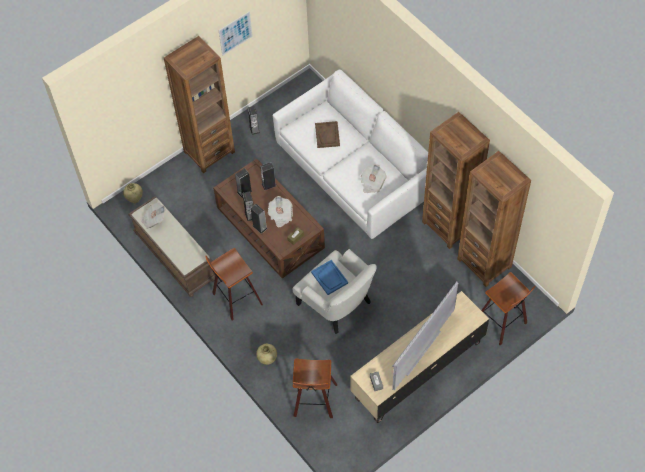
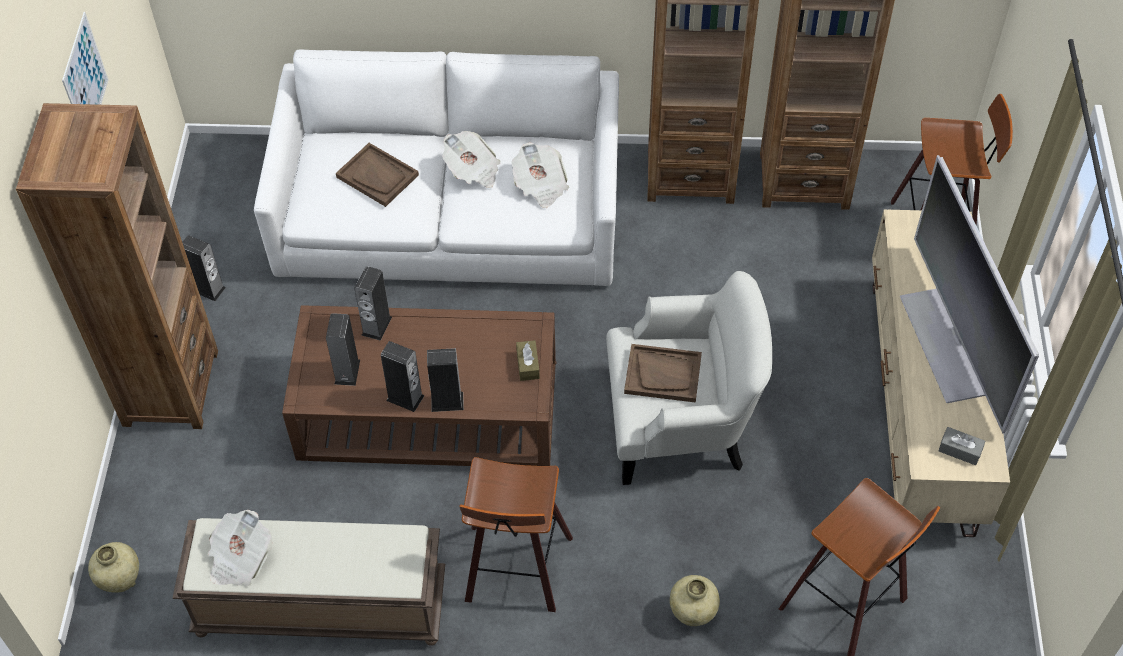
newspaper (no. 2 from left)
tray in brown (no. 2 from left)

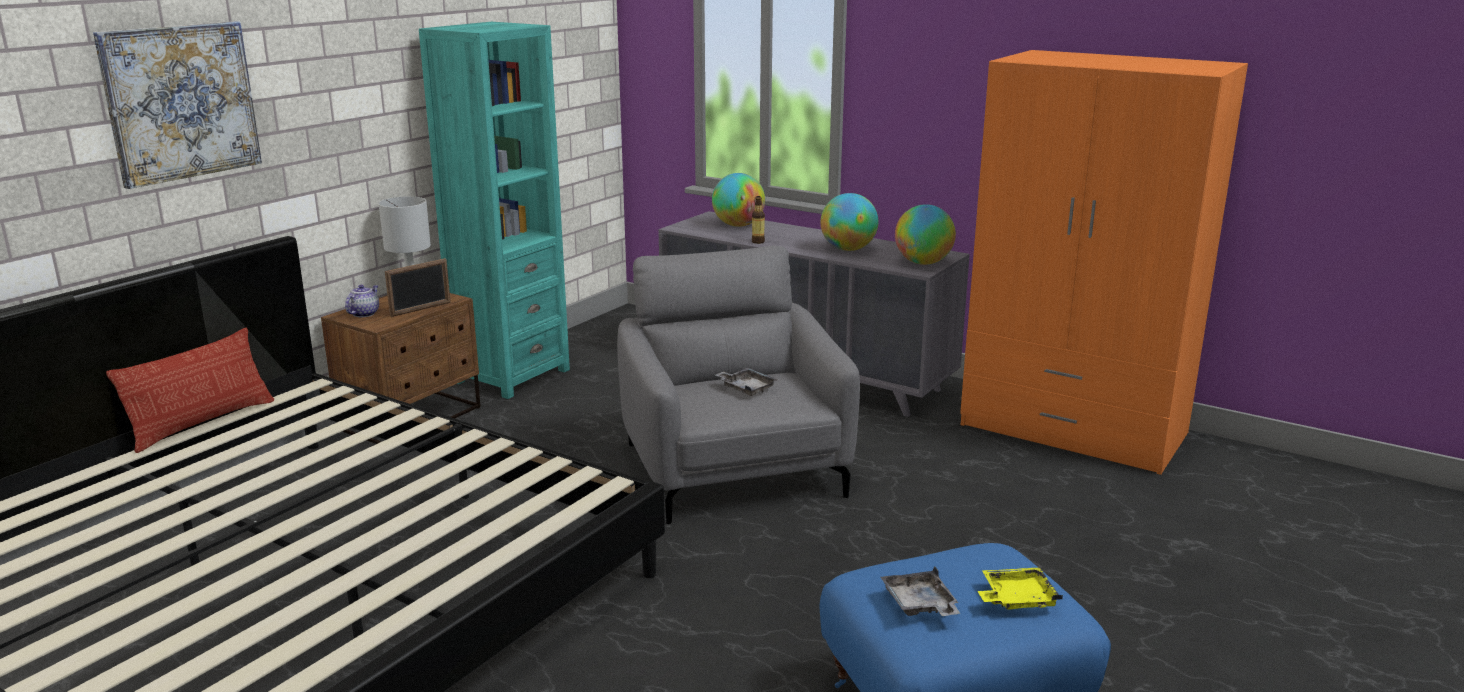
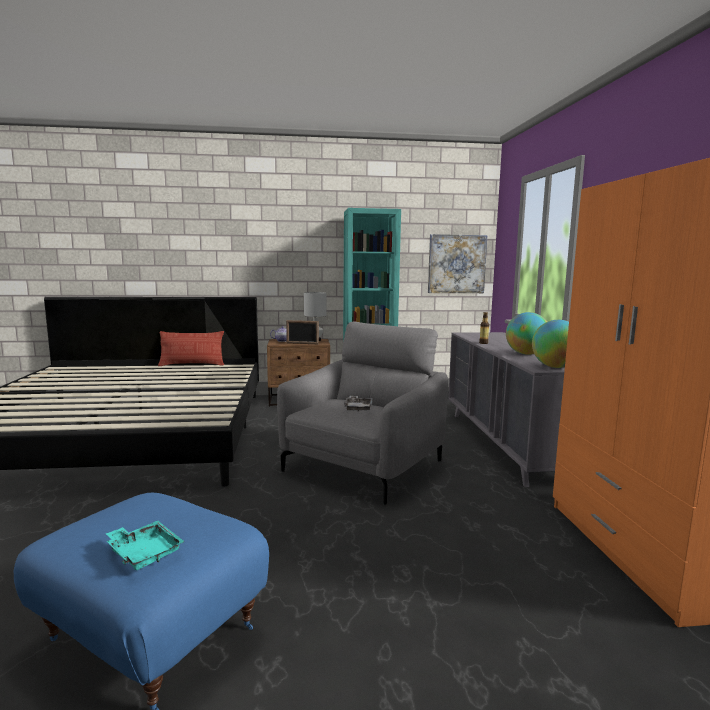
tray in turquoise
picture
globe (no. 1 from left in the first image)
tray in grey (no. 2 from left in the first image)

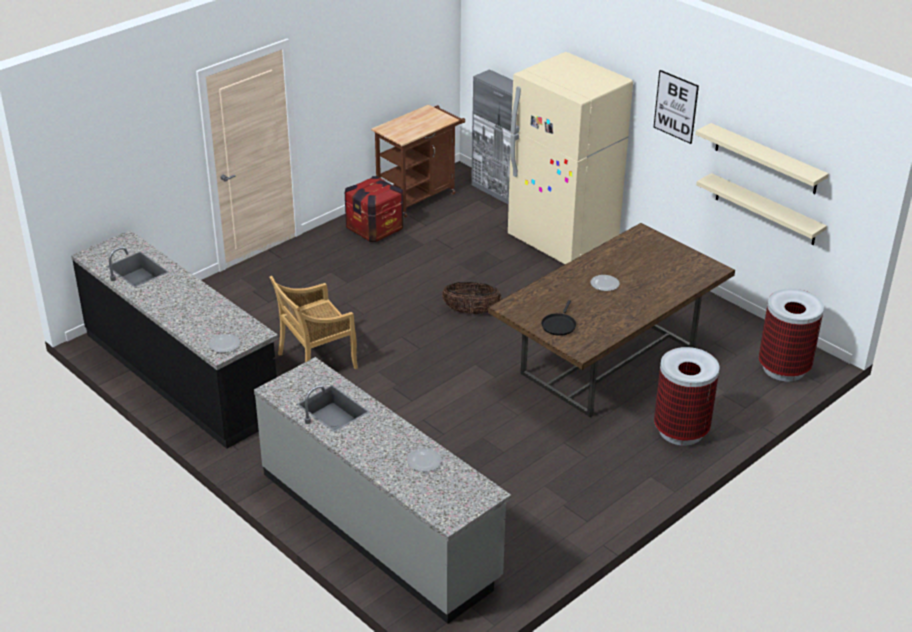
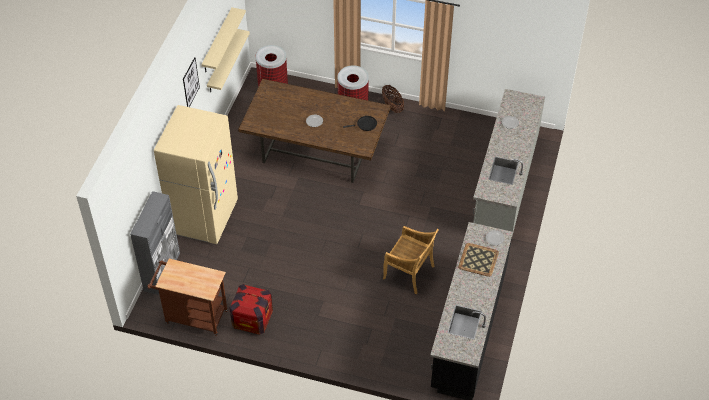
basket
tray

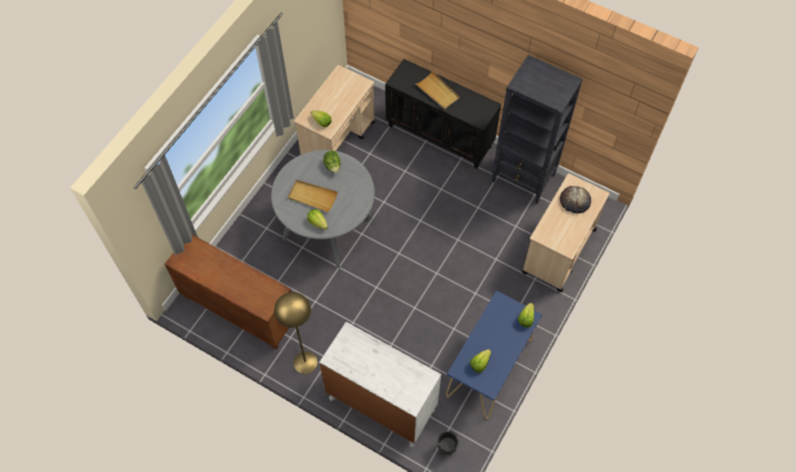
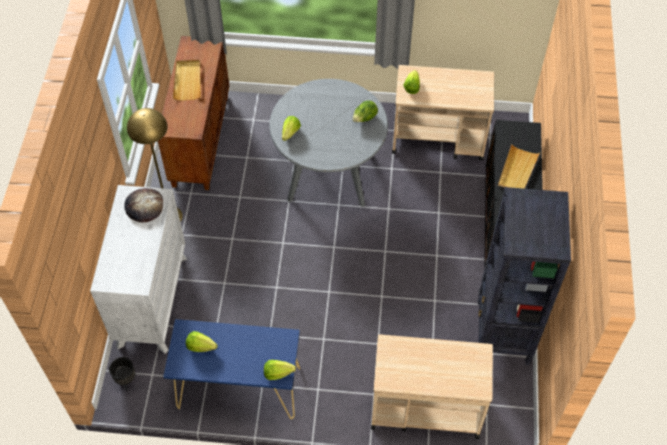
bread
tray in beige (no. 1 from left)

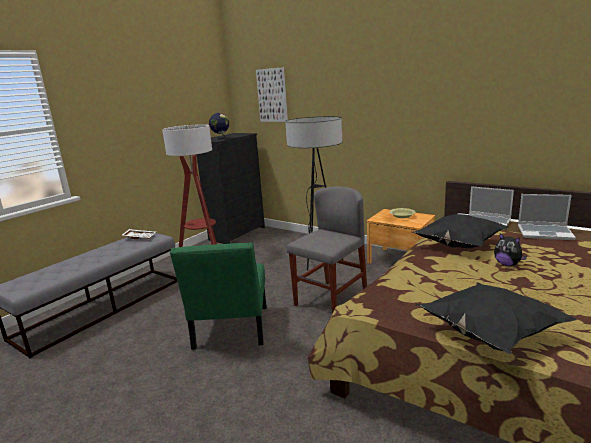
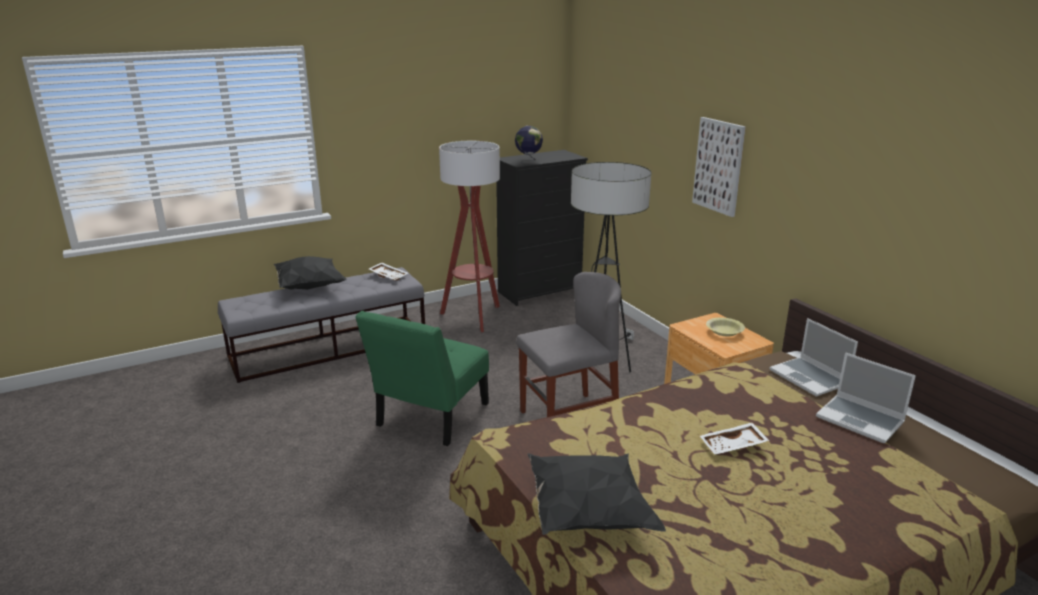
pillow in black (no. 1 from left)
picture
tray in white (no. 2 from left)

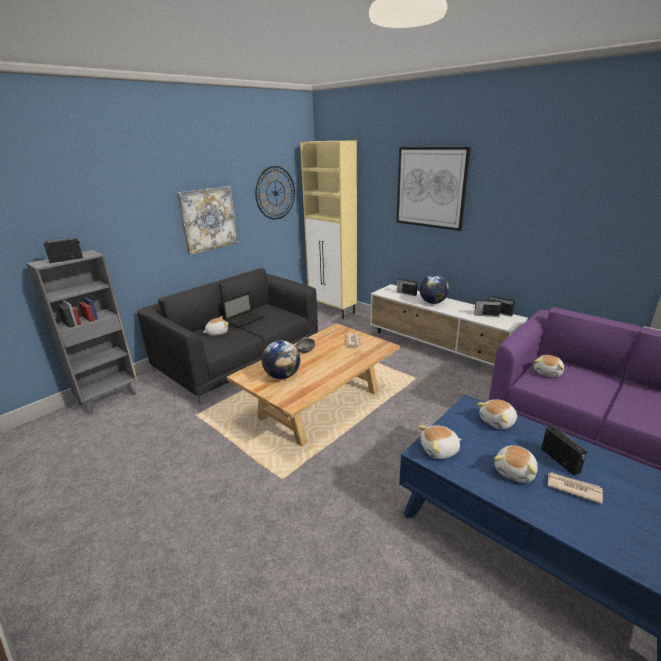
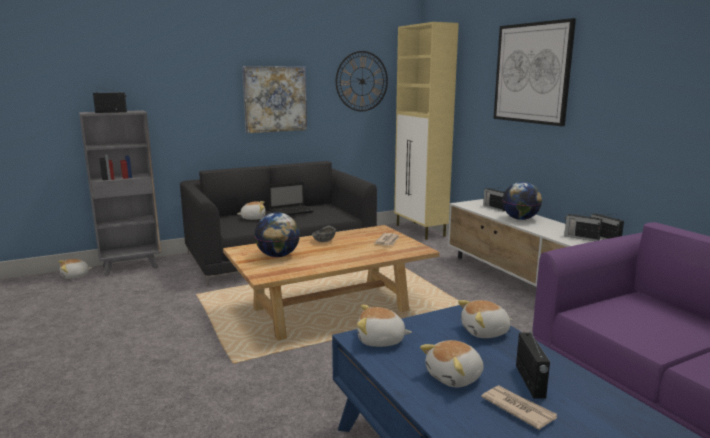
plush toy (no. 1 from left)

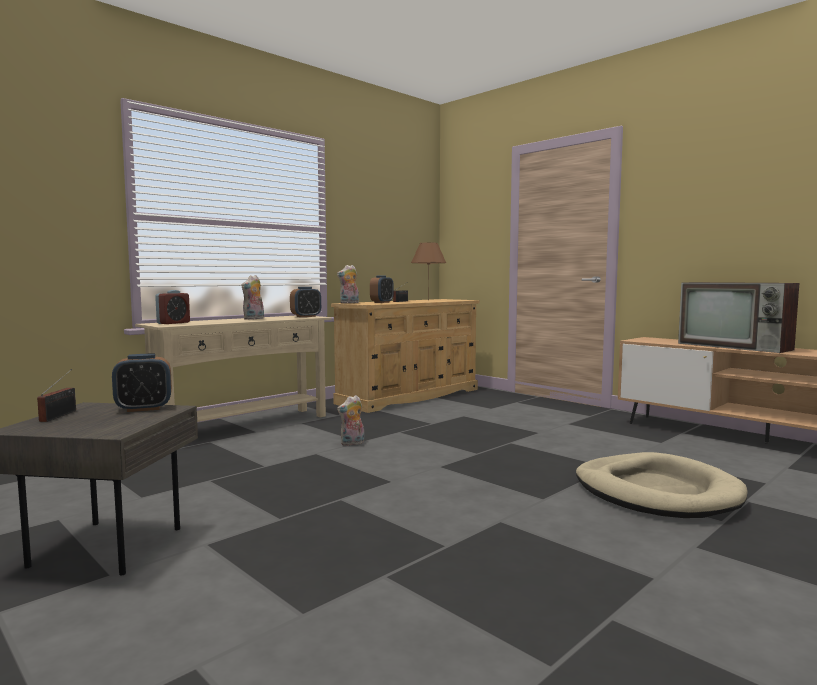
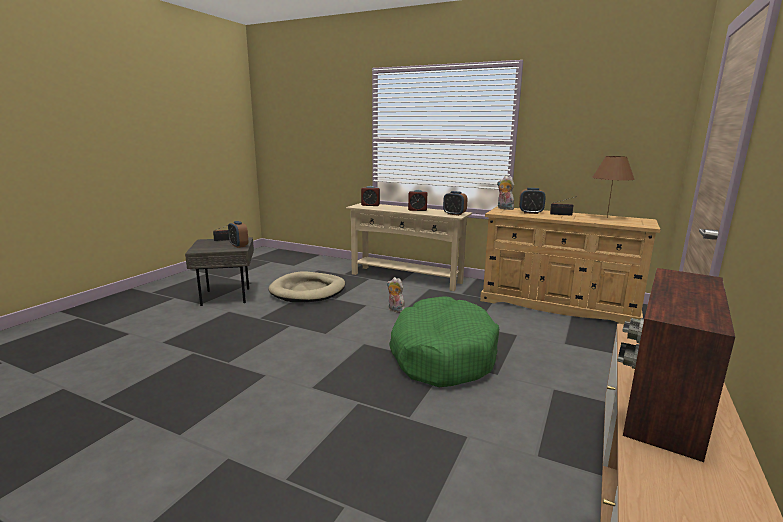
dog bed in beige
dog bed in green
alarm clock (no. 3 from left)

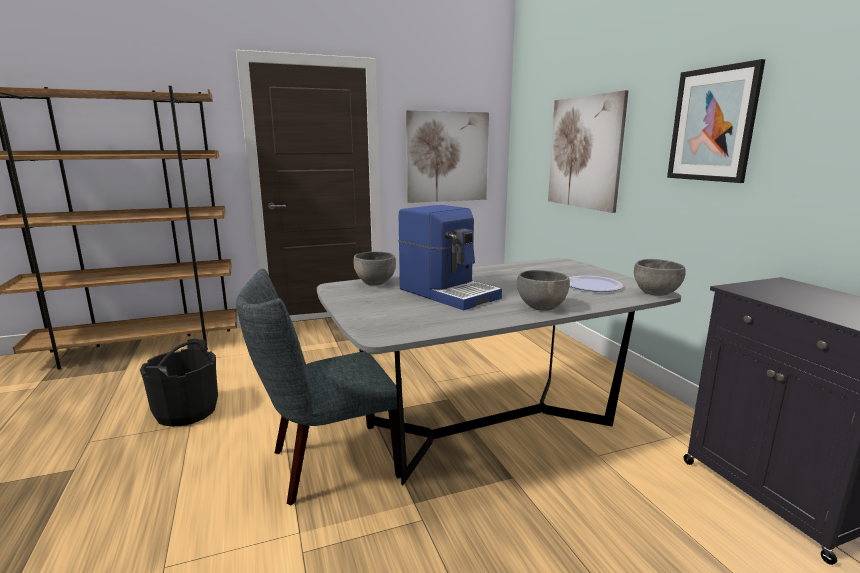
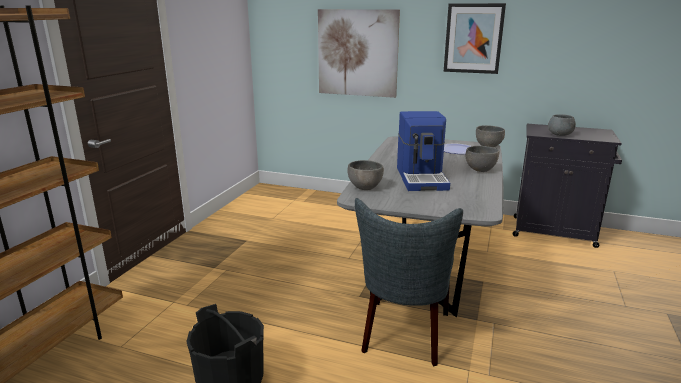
coffee machine
bowl in grey (no. 4 from left)
picture (no. 1 from left in the first image)

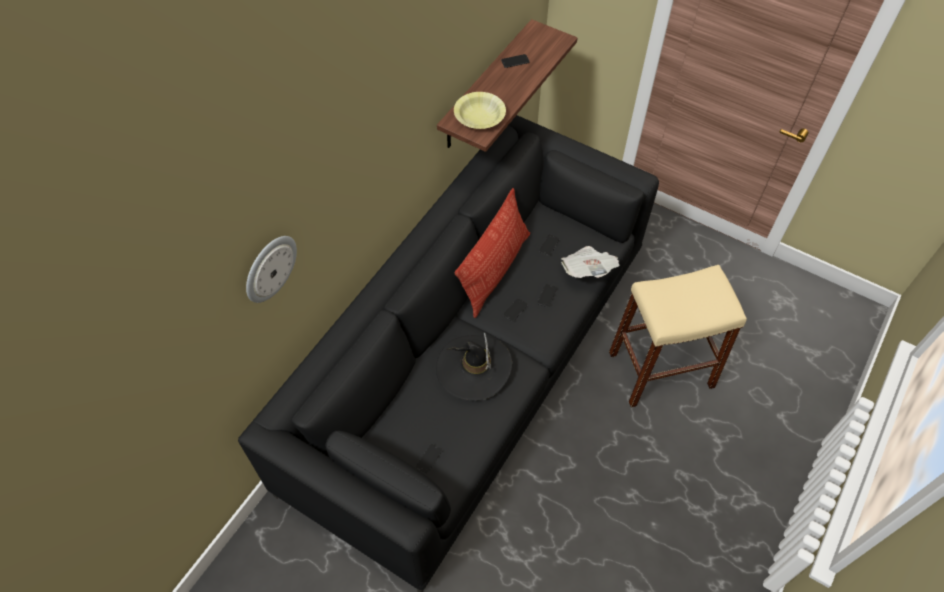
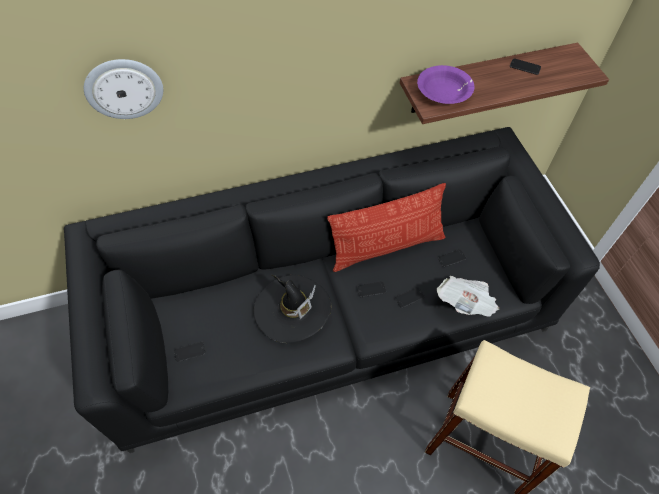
bowl in purple

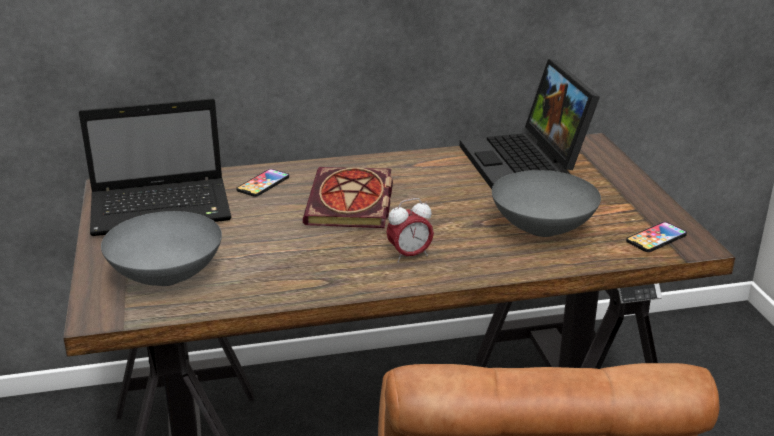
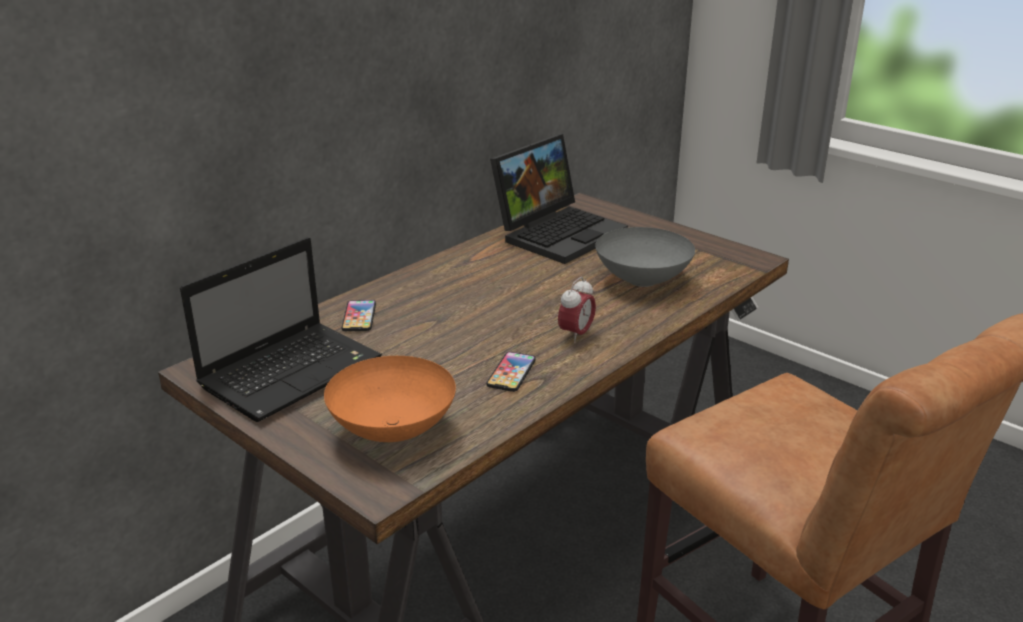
bowl in orange
phone (no. 2 from left)
laptop (no. 2 from left)
book

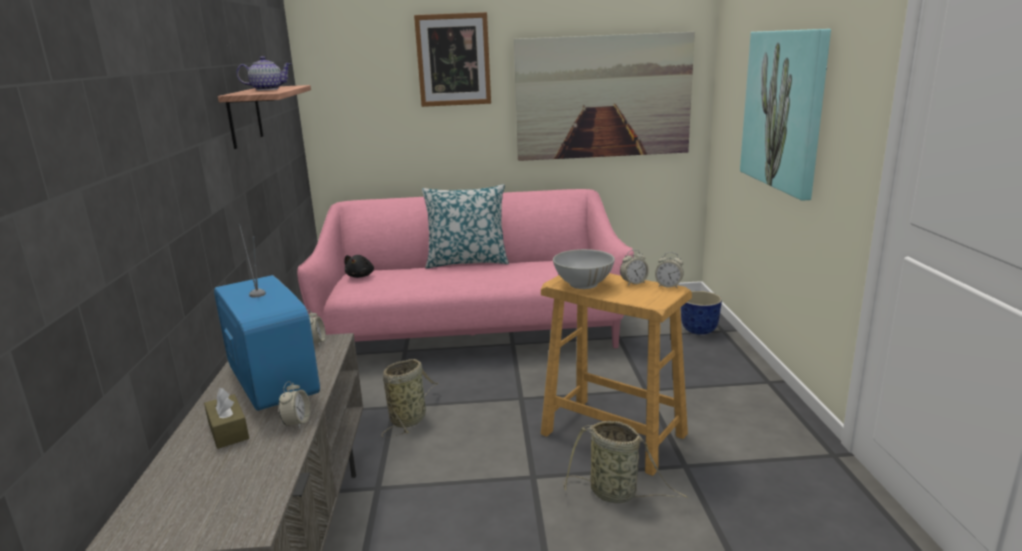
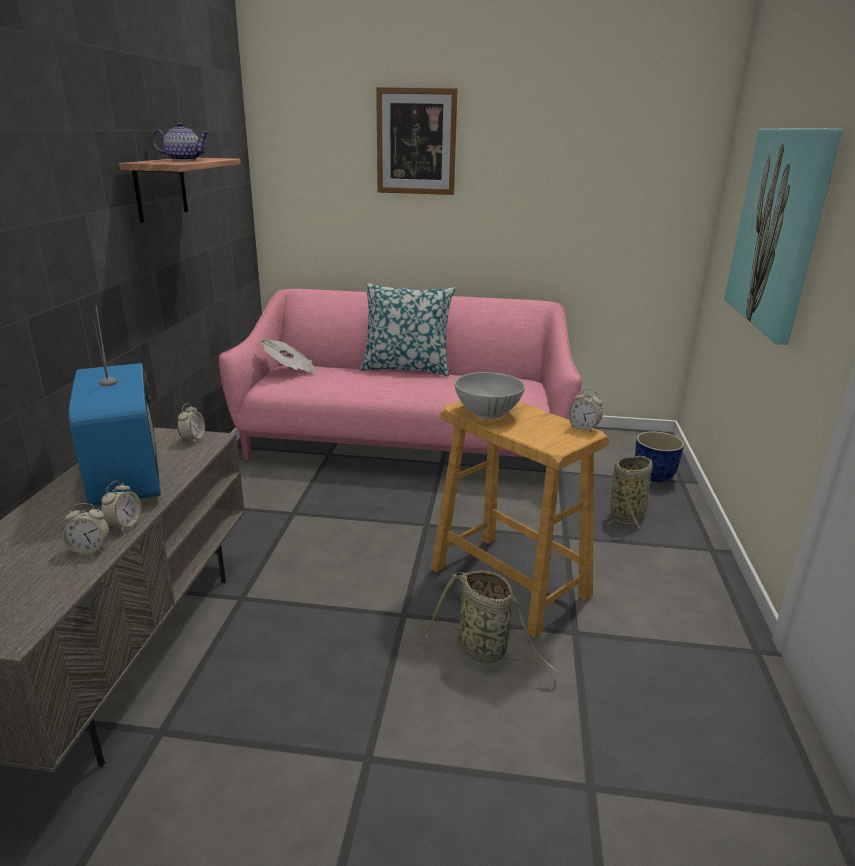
alarm clock (no. 1 from left)
newspaper
basket (no. 2 from left)
tissue box in brown
picture (no. 2 from left in the first image)

